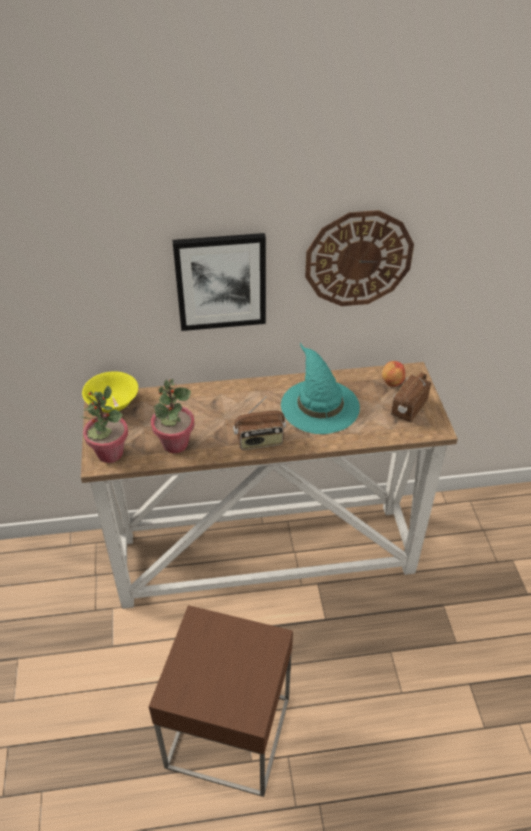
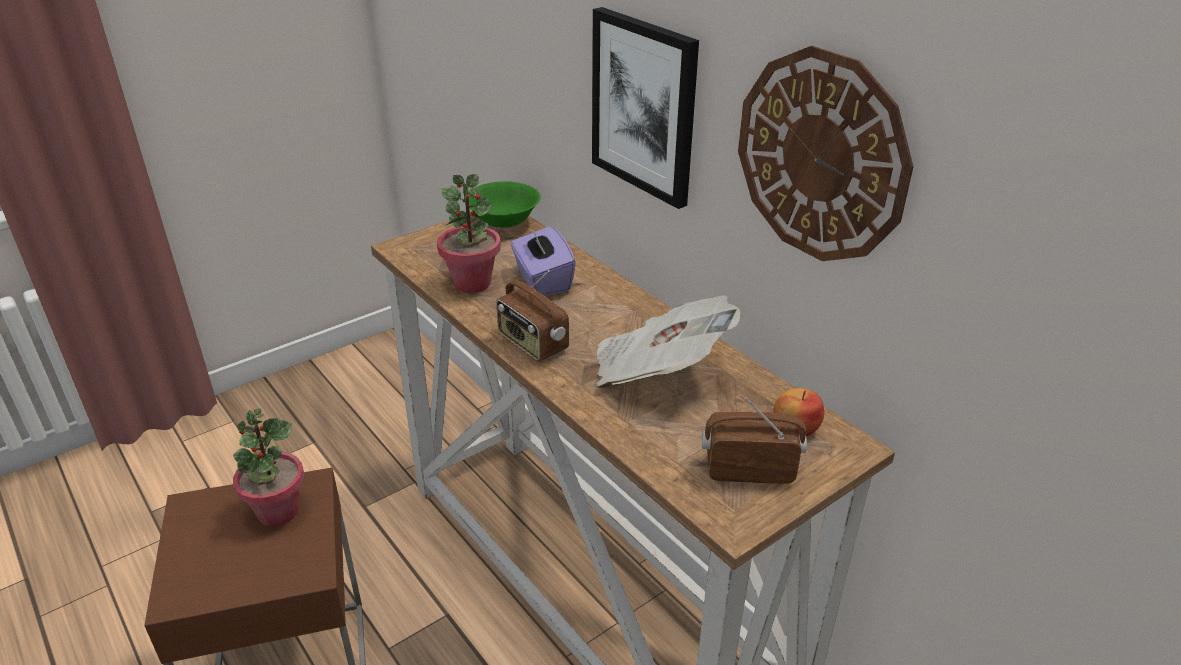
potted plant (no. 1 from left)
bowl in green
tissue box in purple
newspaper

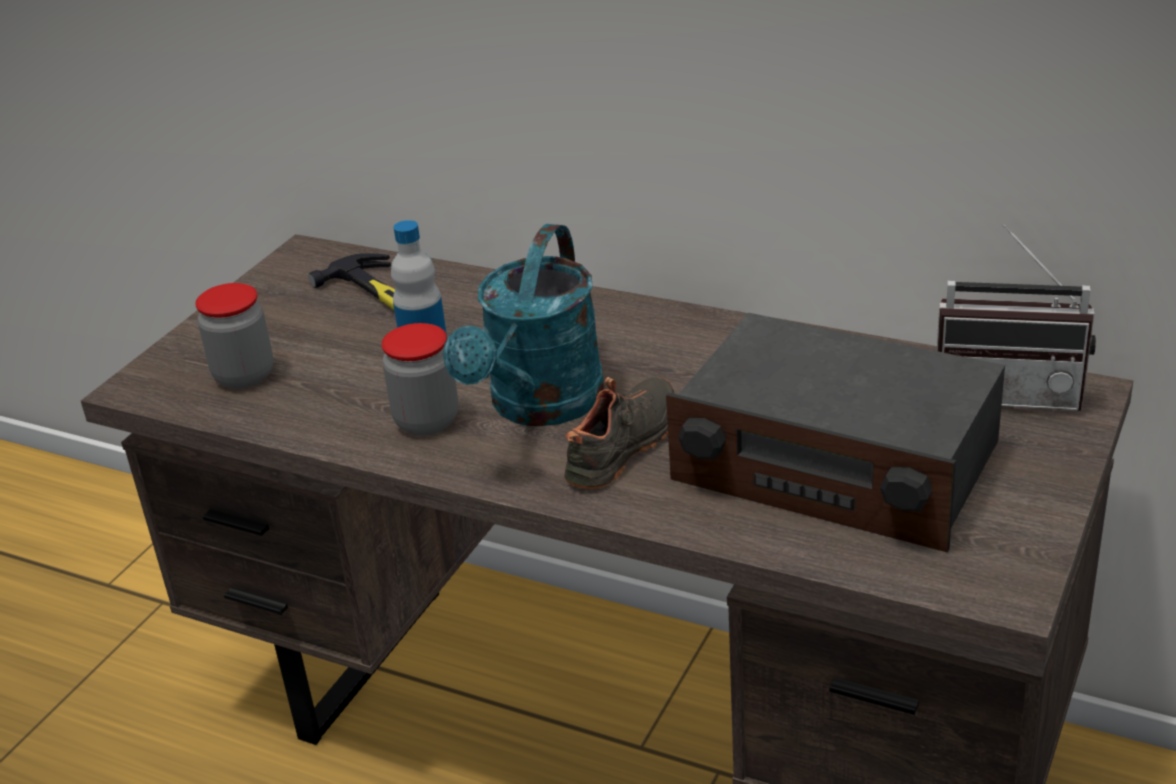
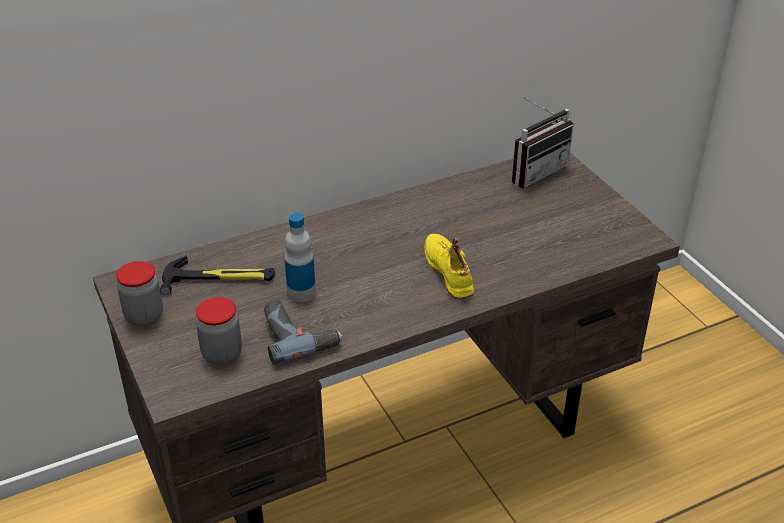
jar (no. 1 from left)
power drill
shoe in yellow
watering can in turquoise
radio (no. 1 from left in the first image)

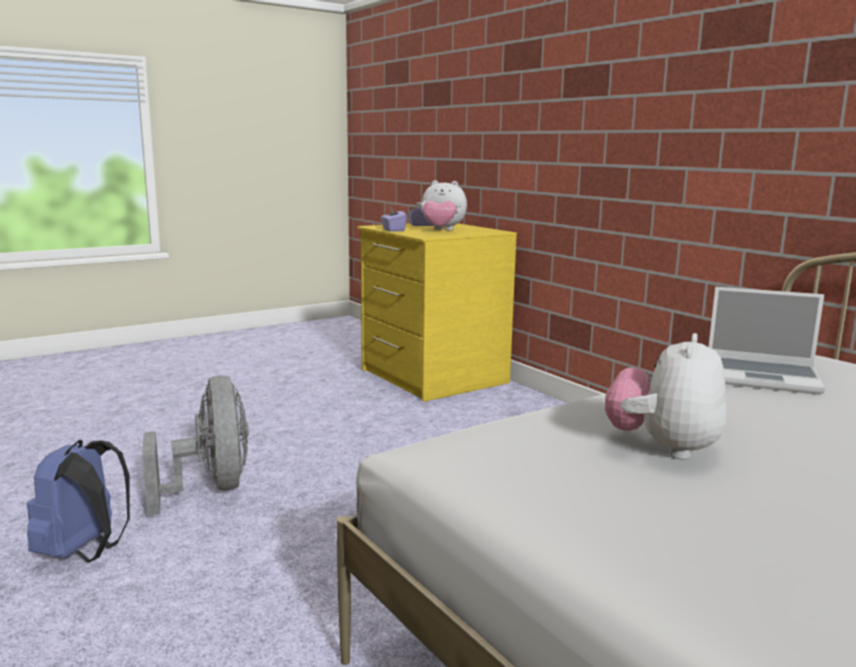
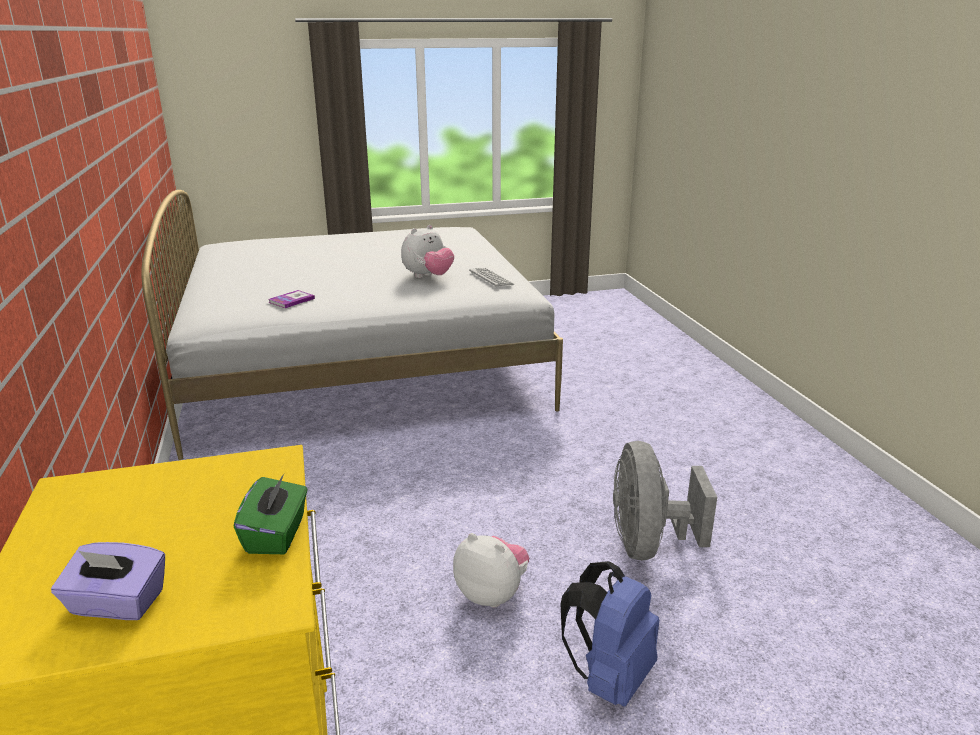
tissue box in green
book
plush toy (no. 2 from left)
keyboard
backpack in blue

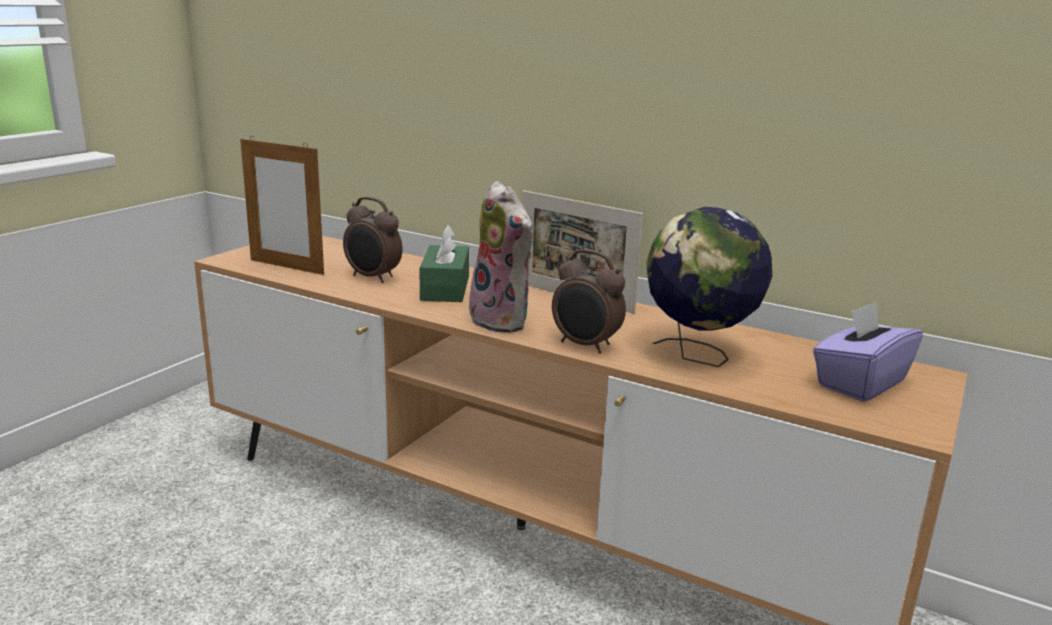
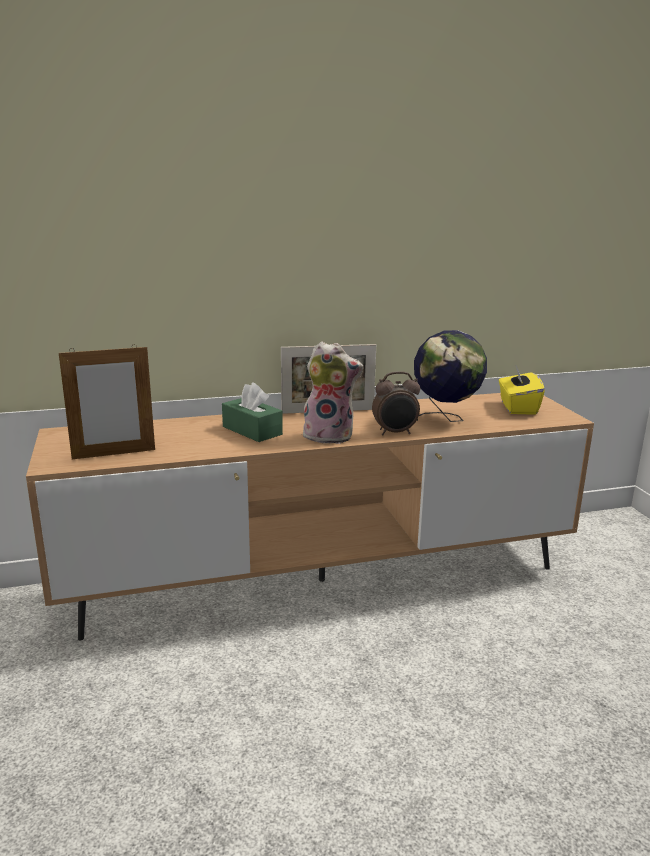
tissue box in yellow
alarm clock (no. 1 from left in the first image)

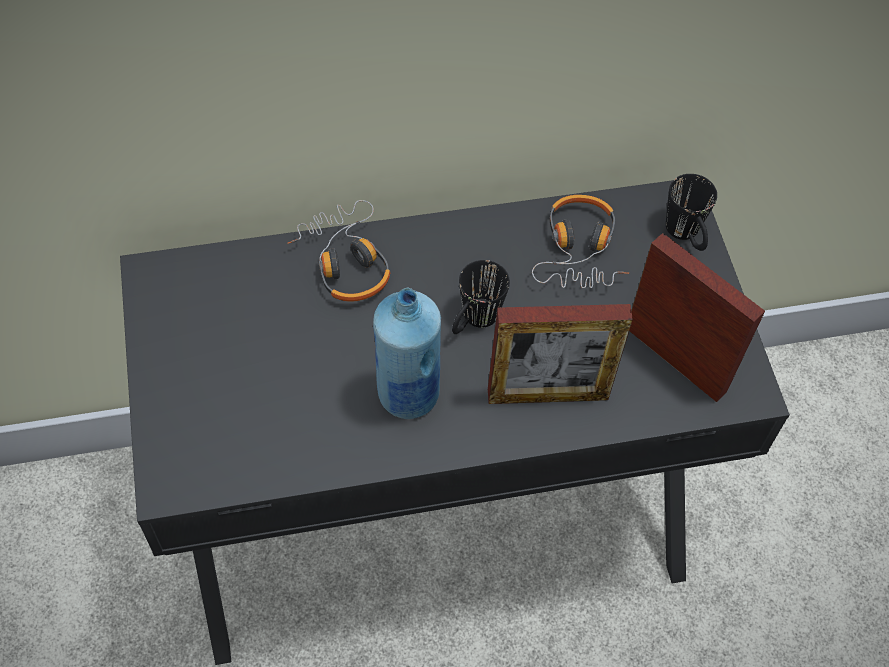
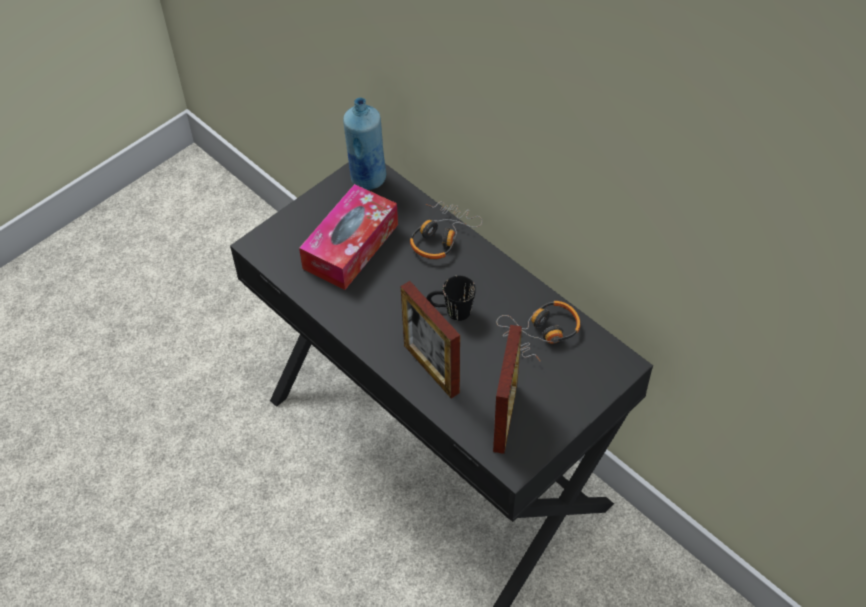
tissue box
bottle in blue
mug in black (no. 2 from left in the first image)

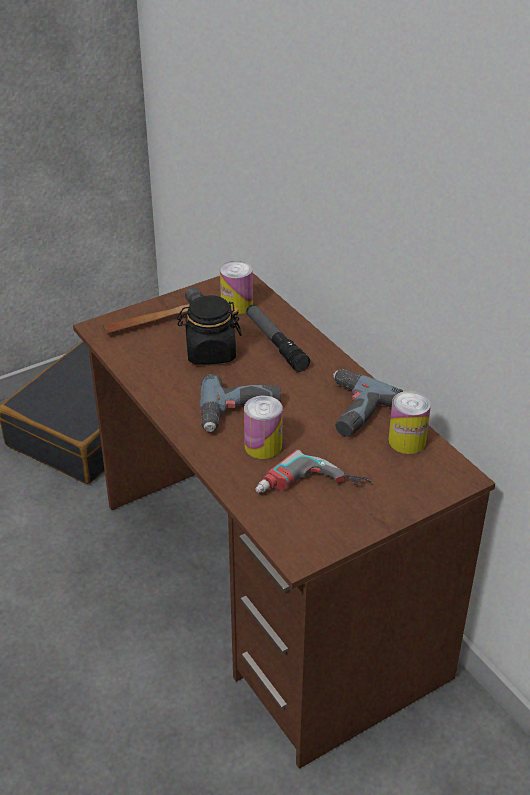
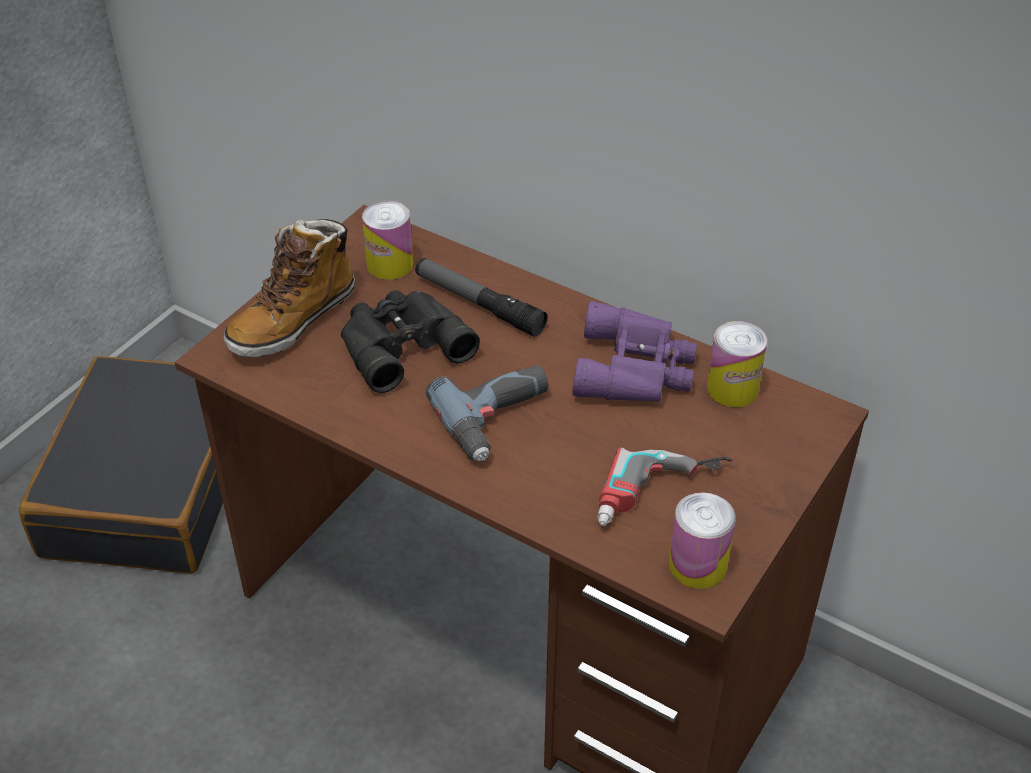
boot
binoculars in black
binoculars in purple
can (no. 2 from left)

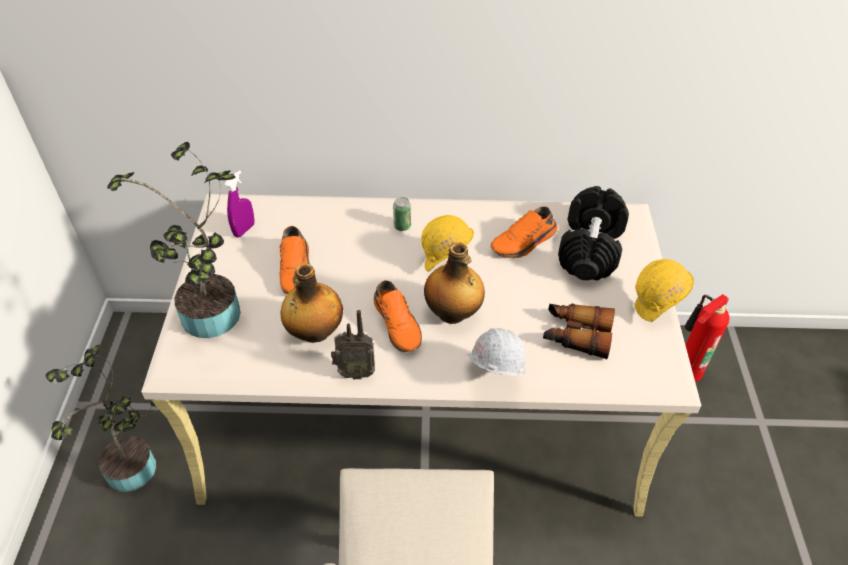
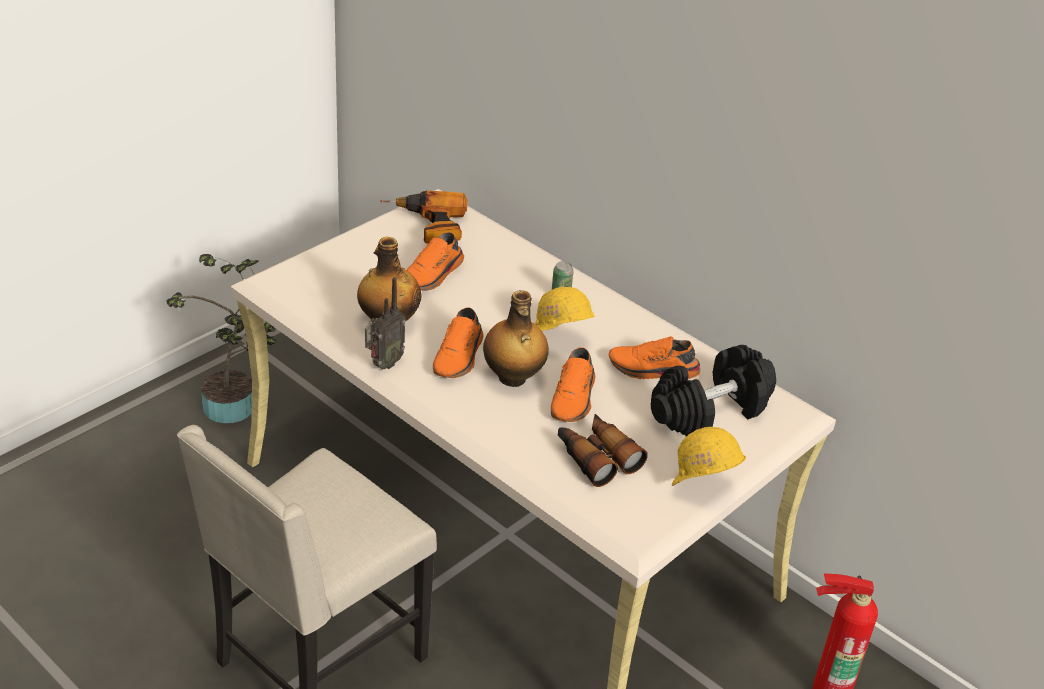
radio
power drill
shoe in orange (no. 3 from left)
potted plant (no. 2 from left in the first image)
hard hat in white

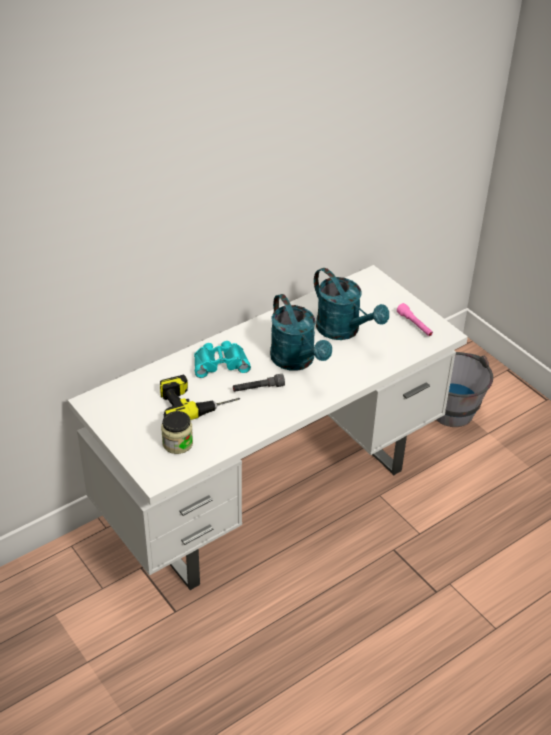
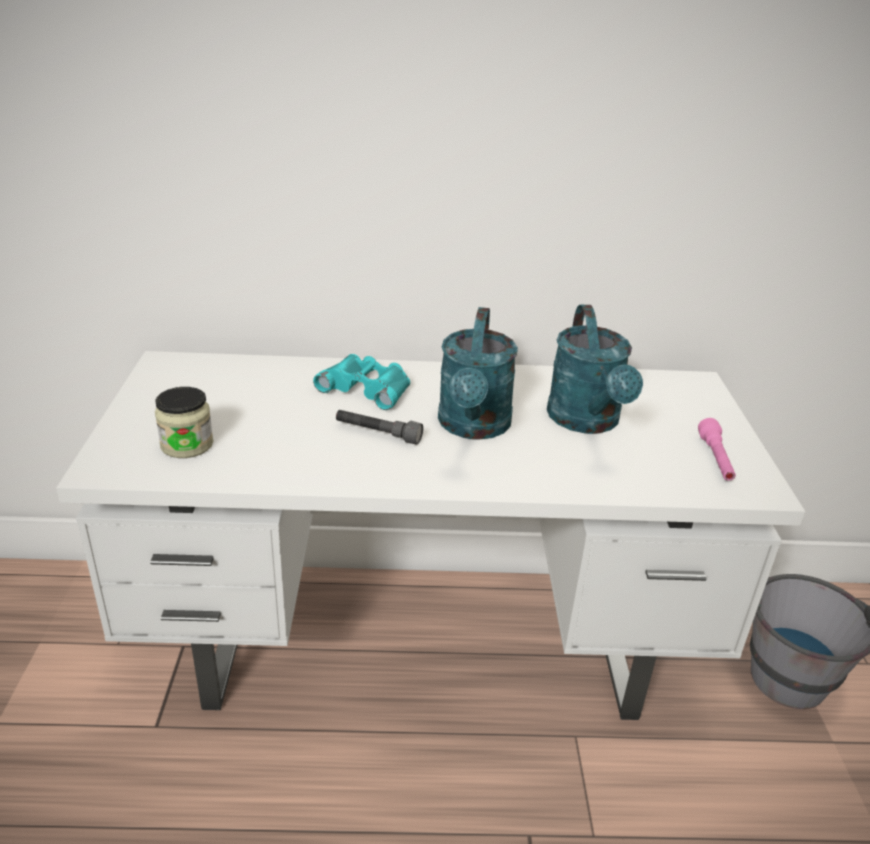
power drill

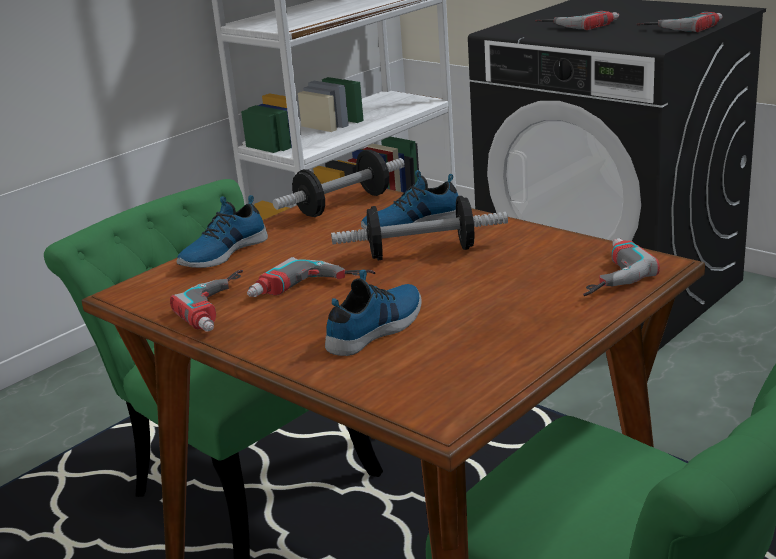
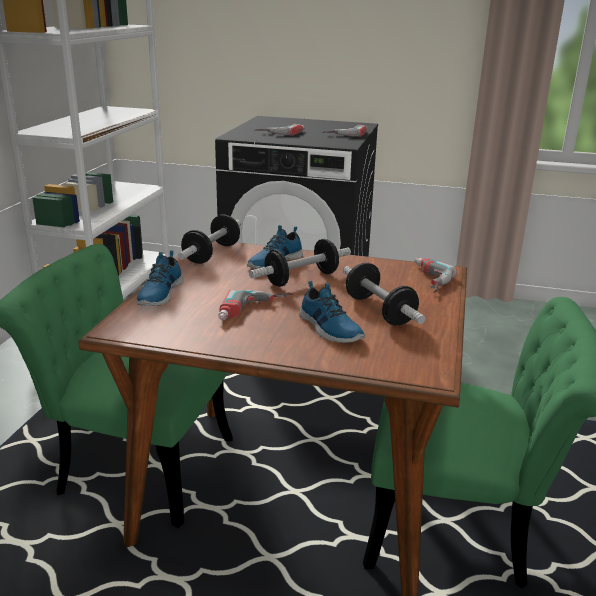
shoe (no. 3 from left)
dumbbell (no. 3 from left)
power drill (no. 1 from left in the first image)

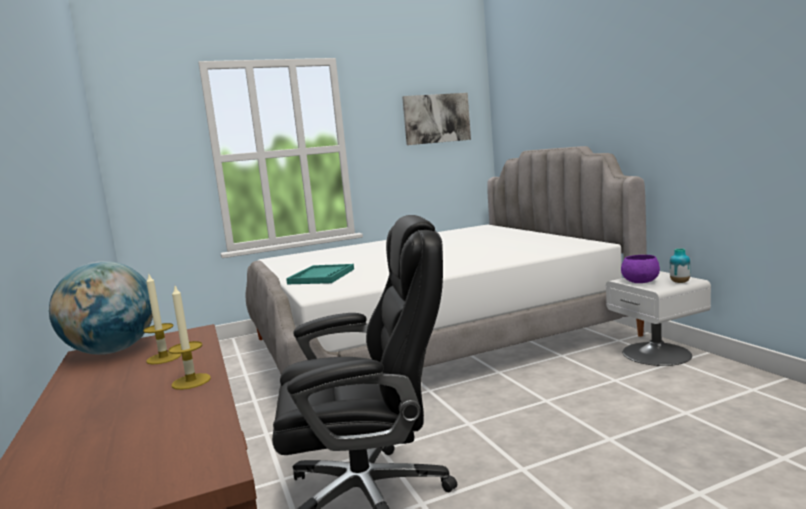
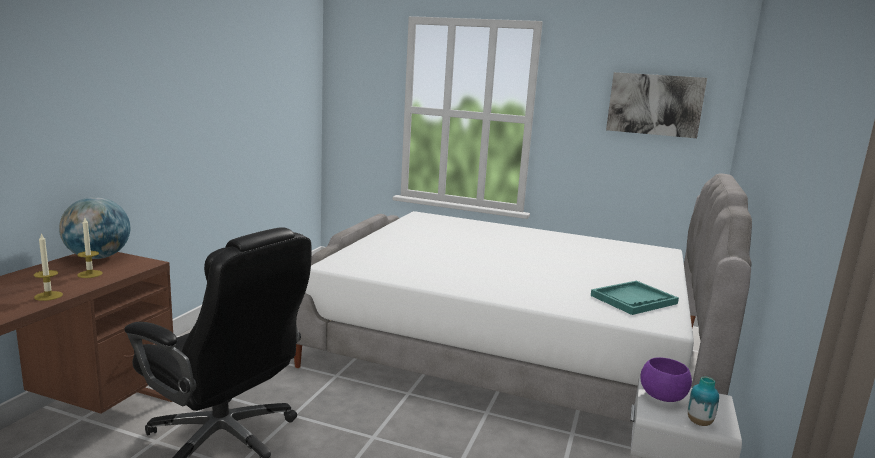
tray in turquoise

